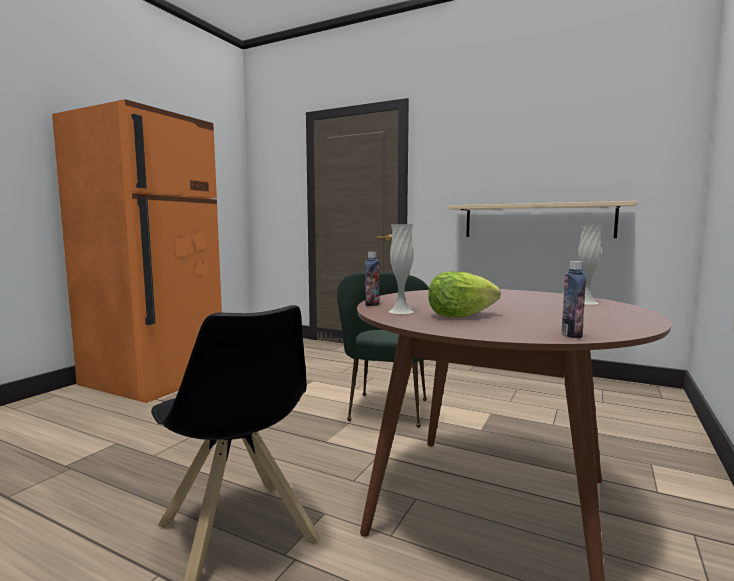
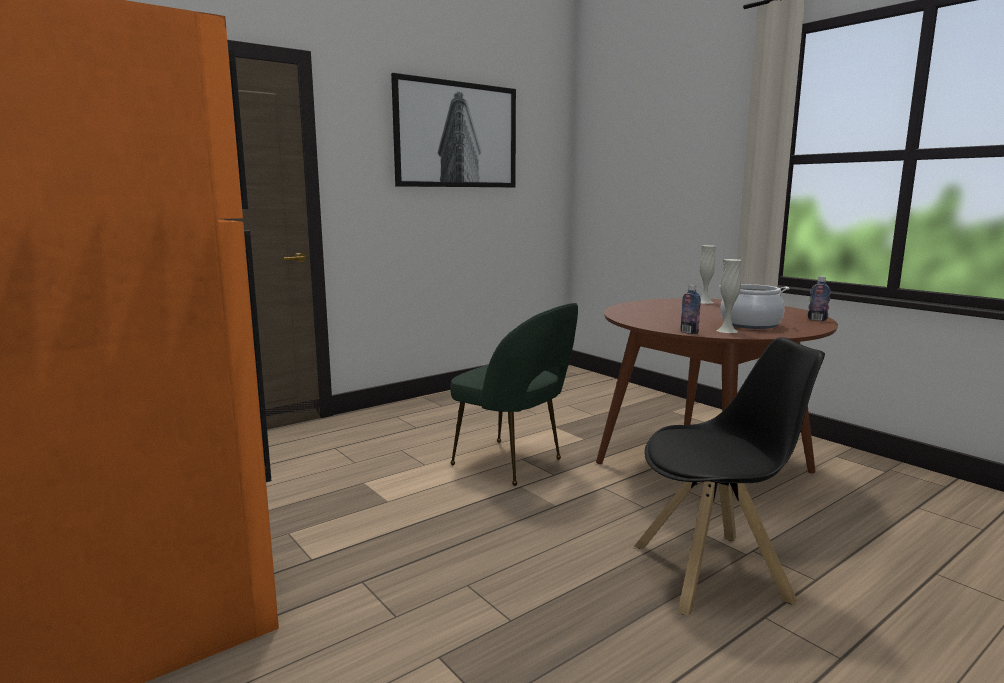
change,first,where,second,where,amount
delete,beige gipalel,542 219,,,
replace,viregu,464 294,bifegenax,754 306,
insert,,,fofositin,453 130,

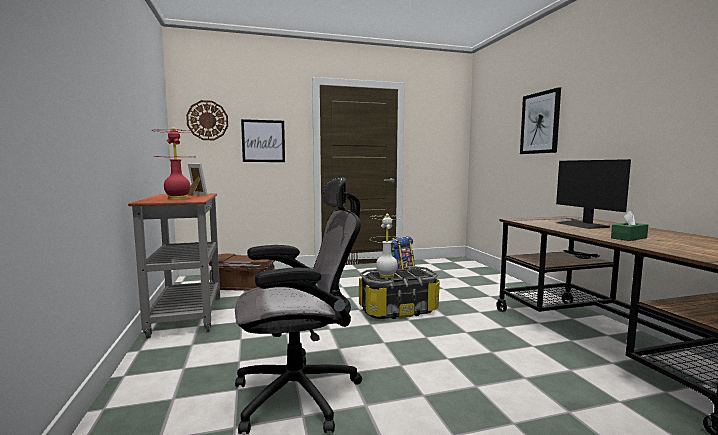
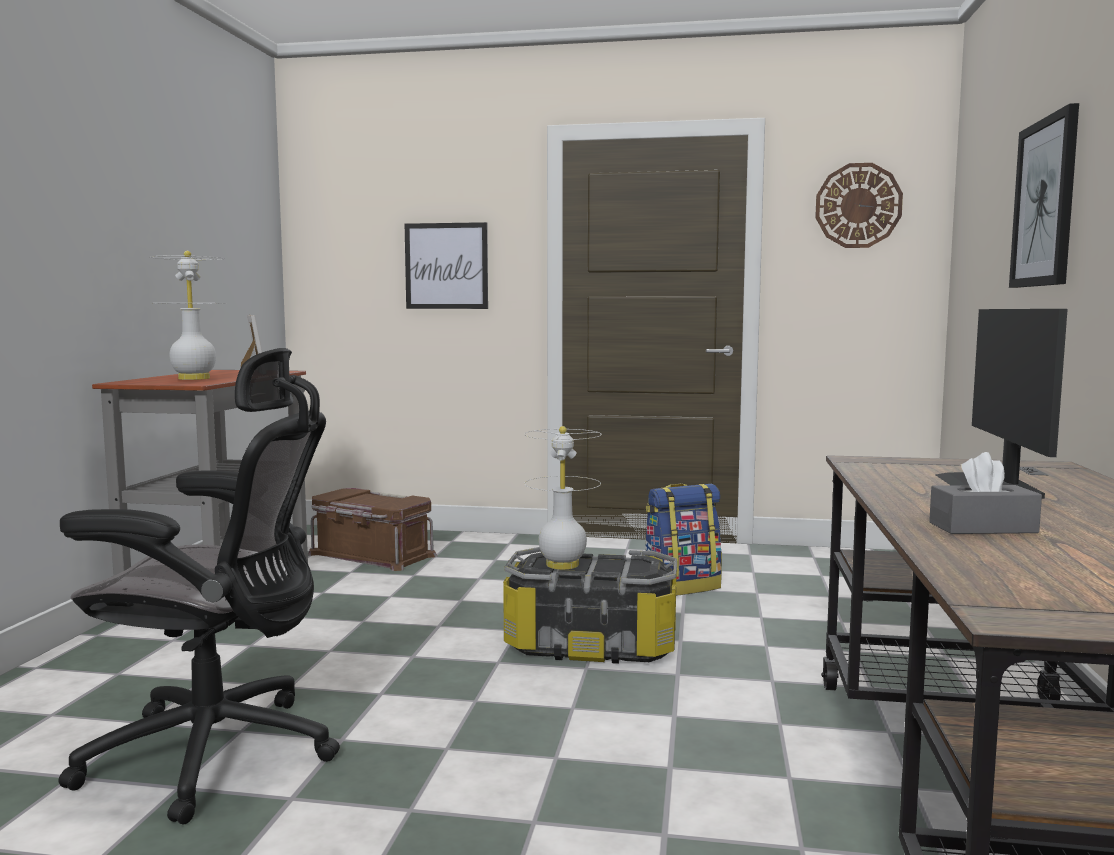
change,first,where,second,where,amount
move,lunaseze,207 120,,859 205,
recolor,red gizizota,173 163,white gizizota,188 315,
recolor,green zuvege,629 226,grey zuvege,985 493,

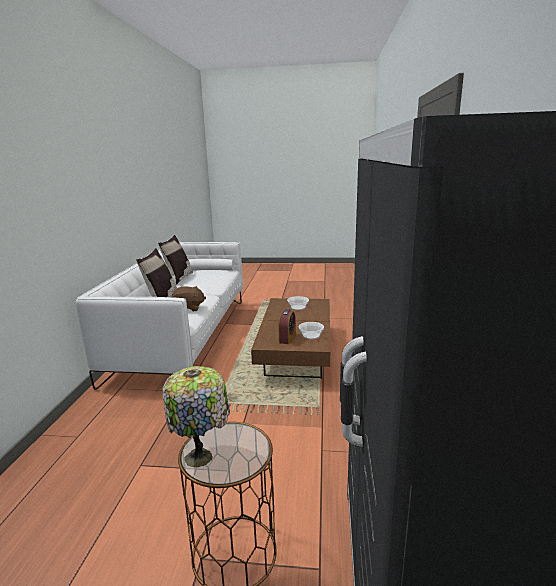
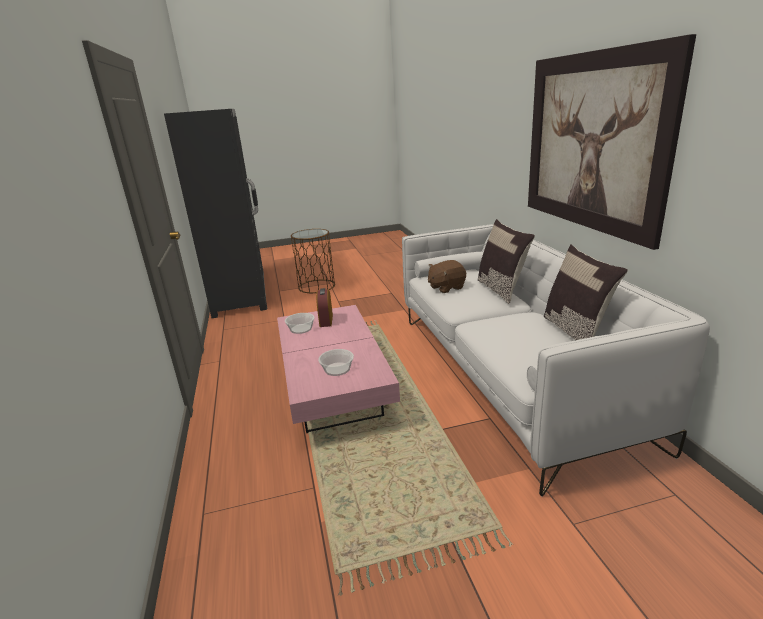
change,first,where,second,where,amount
recolor,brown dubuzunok,290 338,pink dubuzunok,338 369,
delete,gizizota,196 416,,,
insert,,,fofositin,612 142,

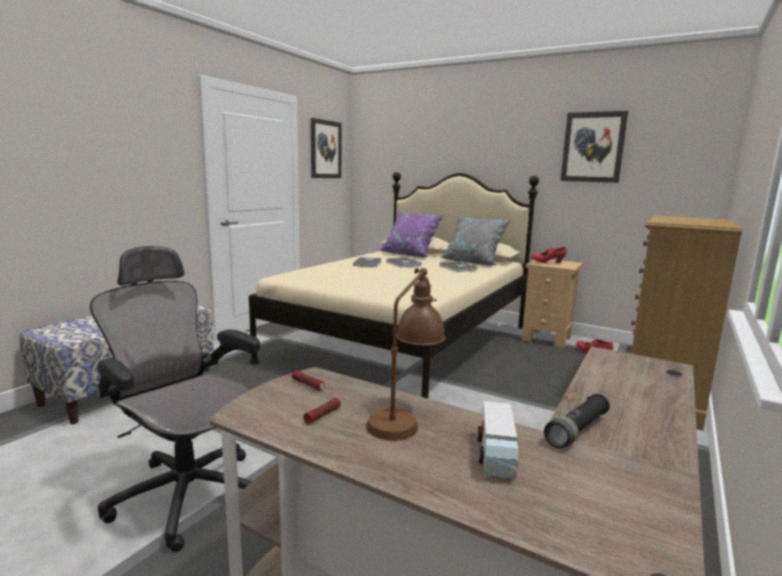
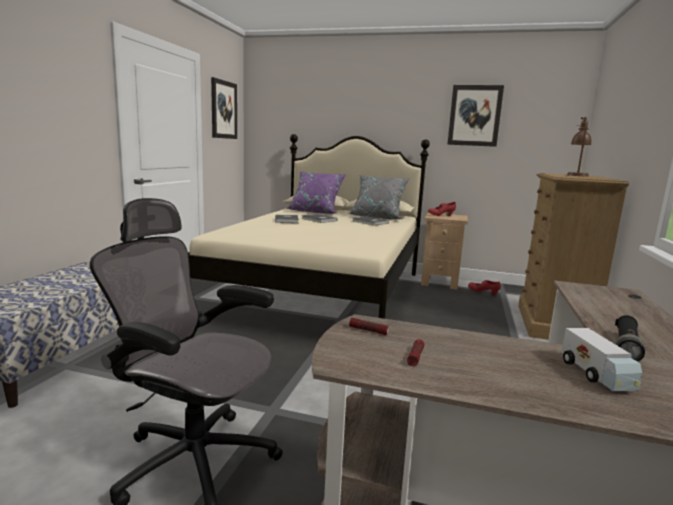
change,first,where,second,where,amount
move,brown gizizota,406 354,,579 147,

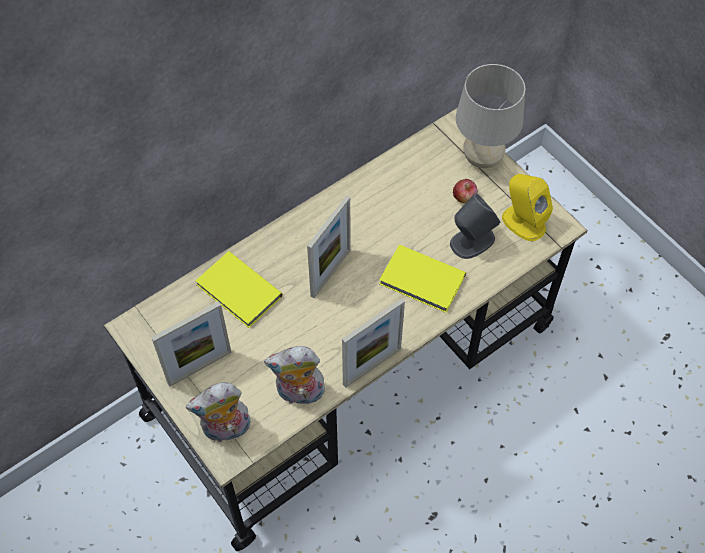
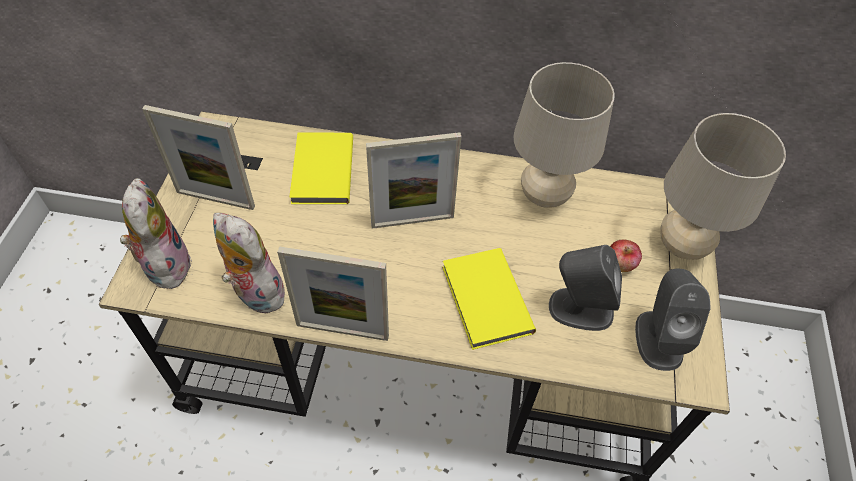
change,first,where,second,where,amount
recolor,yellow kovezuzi,527 207,grey kovezuzi,673 320,
rotate,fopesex,218 412,,155 233,45 degrees clockwise
insert,,,beige gizizota,564 135,

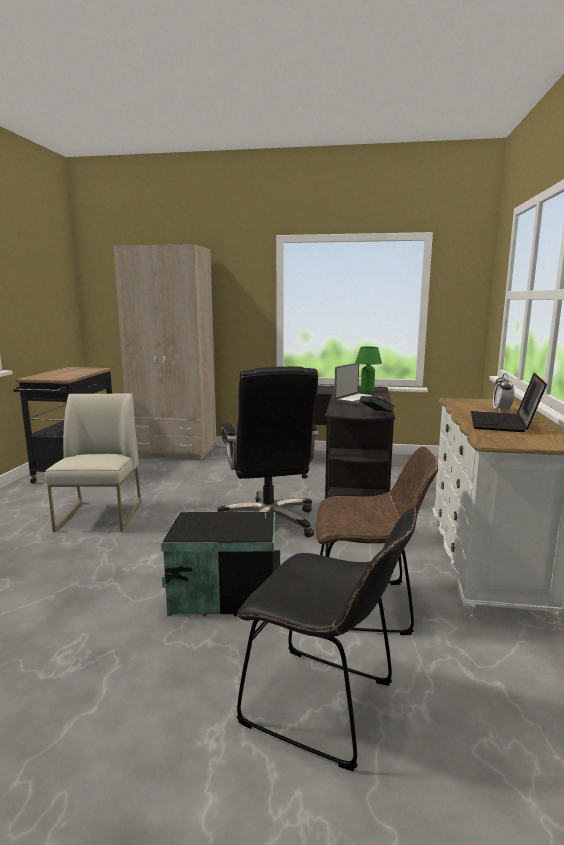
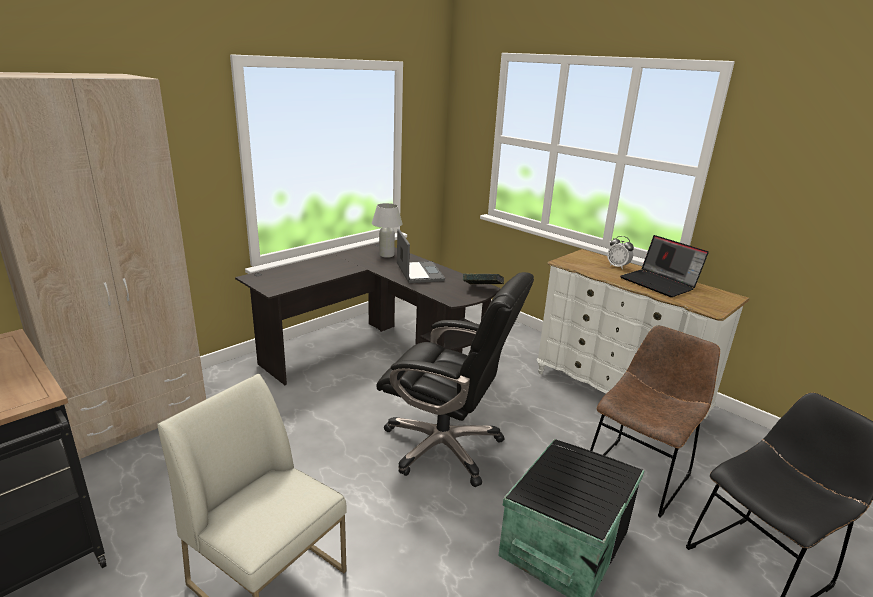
change,first,where,second,where,amount
recolor,green gizizota,368 370,white gizizota,387 230,

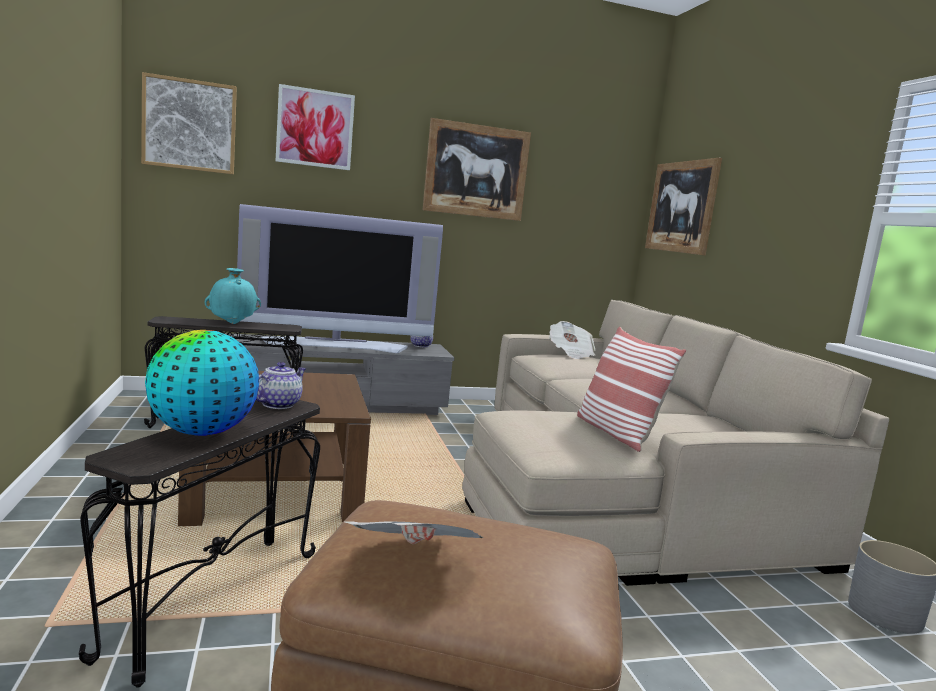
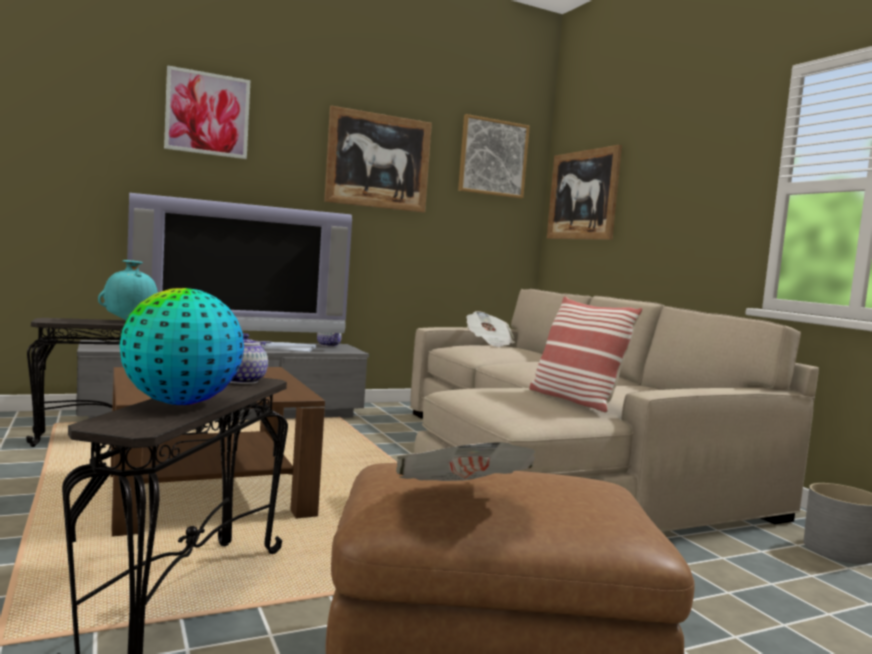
change,first,where,second,where,amount
move,fofositin,189 123,,494 156,

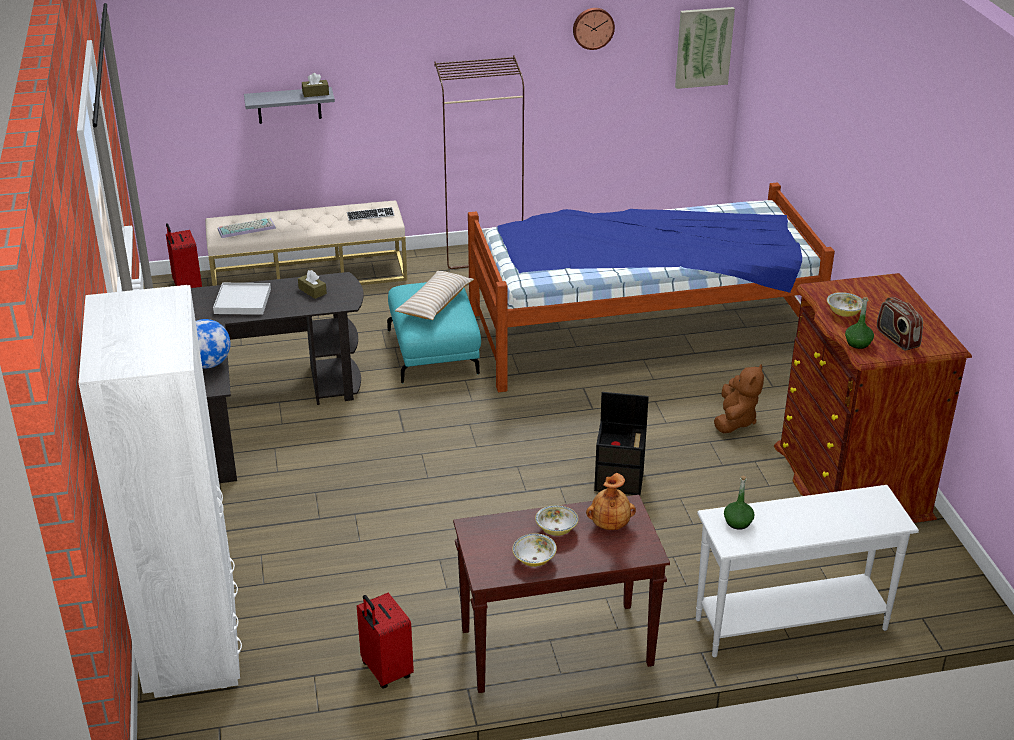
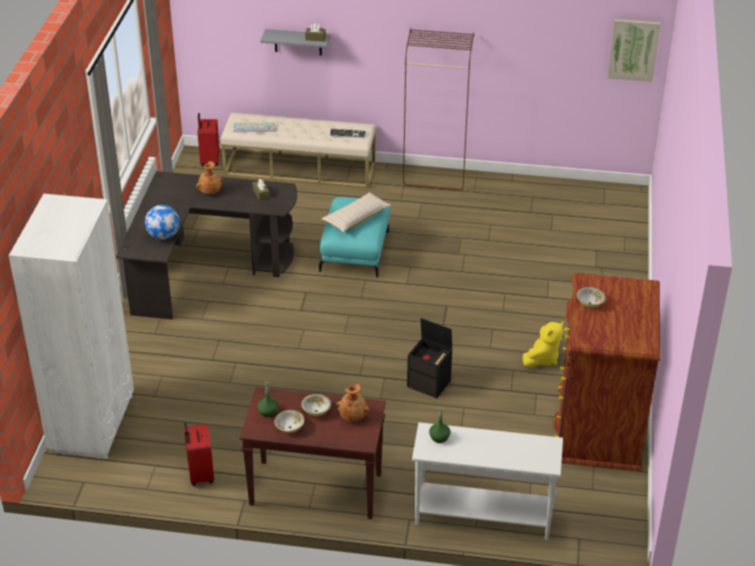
change,first,where,second,where,amount
delete,lunaseze,594 29,,,
delete,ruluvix,651 287,,,
replace,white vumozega,242 299,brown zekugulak,210 177,
move,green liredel,859 323,,268 399,
delete,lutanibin,900 323,,,
recolor,brown fopesex,739 398,yellow fopesex,543 344,

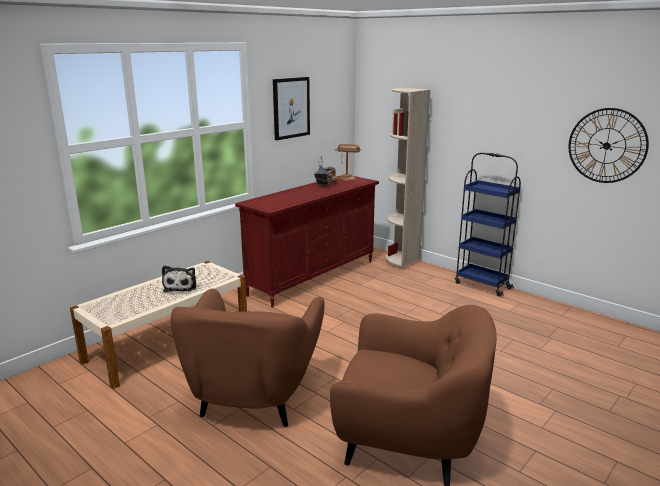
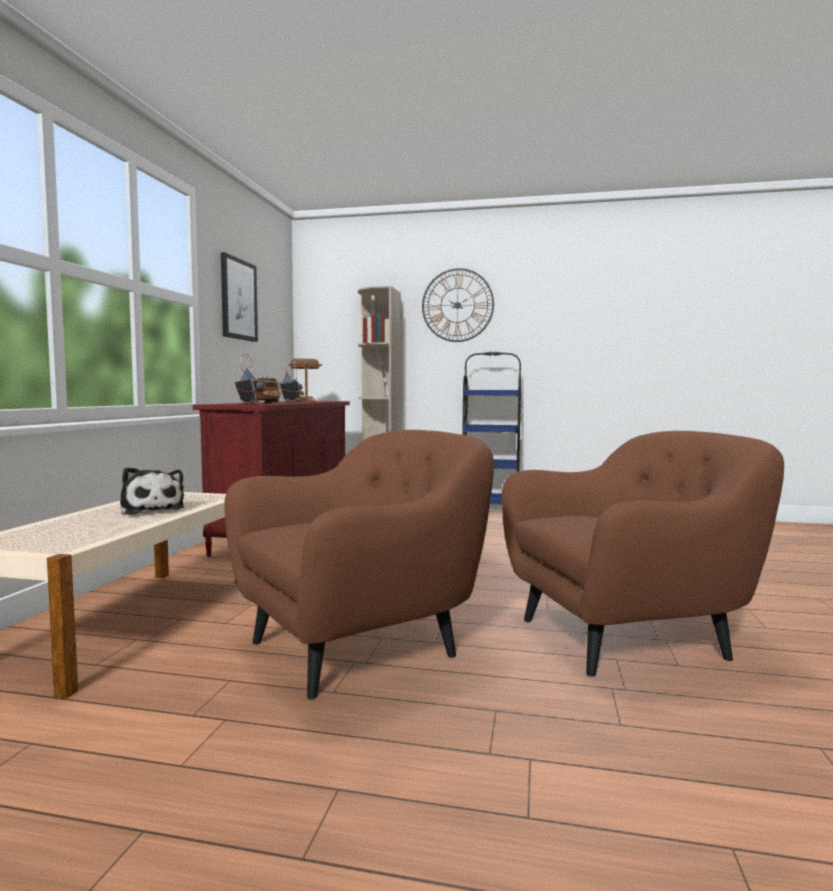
change,first,where,second,where,amount
move,lunaseze,609 145,,458 305,
rotate,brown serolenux,248 358,,359 564,105 degrees counterclockwise
insert,,,lutanibin,258 379,

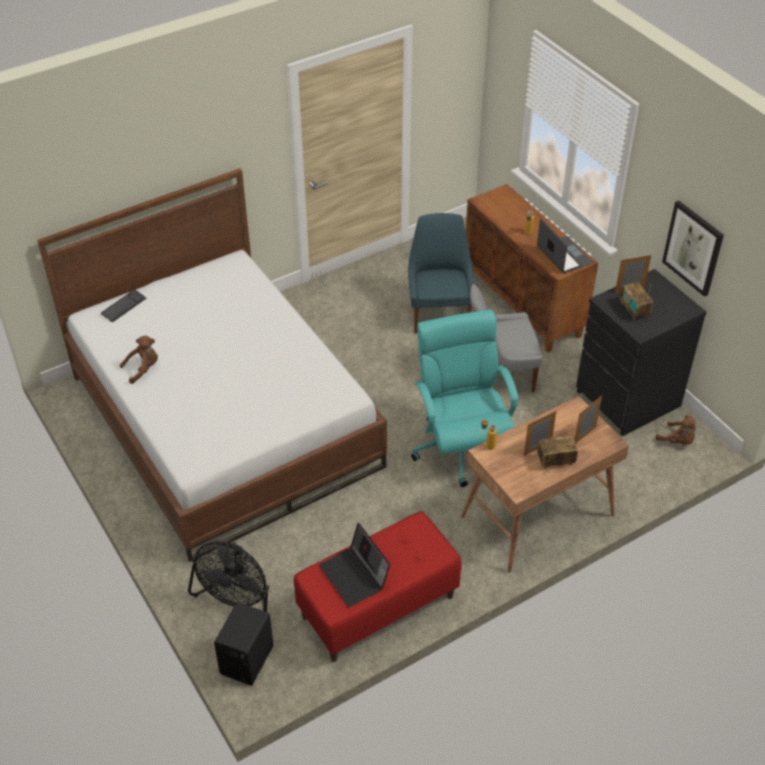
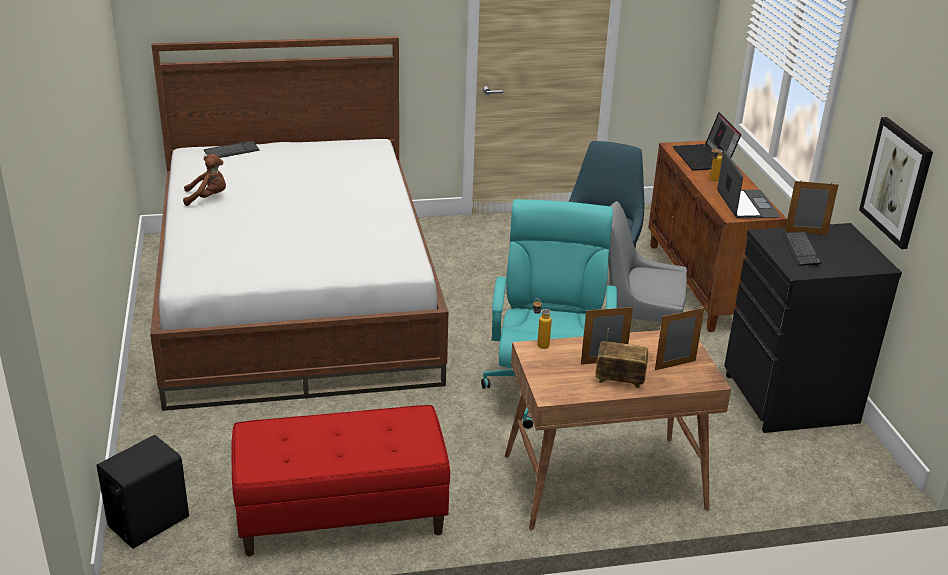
change,first,where,second,where,amount
replace,lutanibin,636 301,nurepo,802 248,
delete,brown fopesex,676 430,,,
move,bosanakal,354 565,,707 141,
delete,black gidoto,228 576,,,

